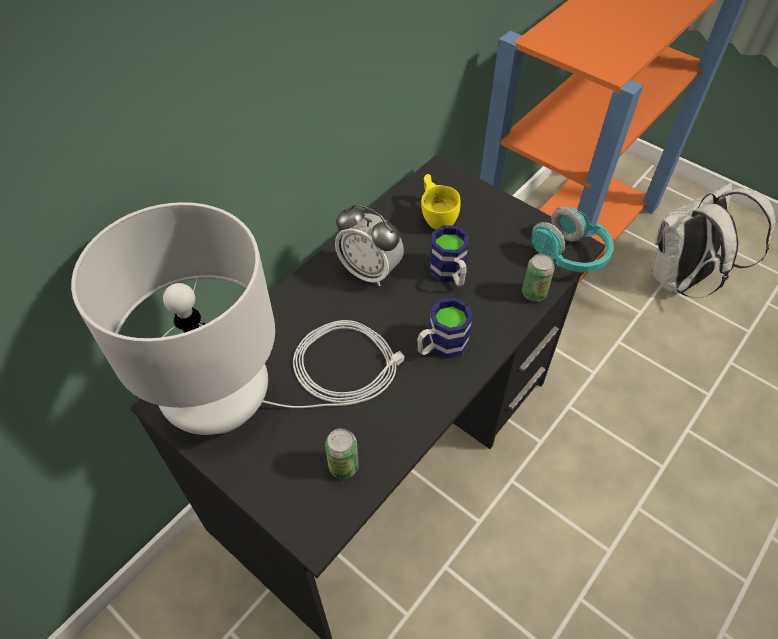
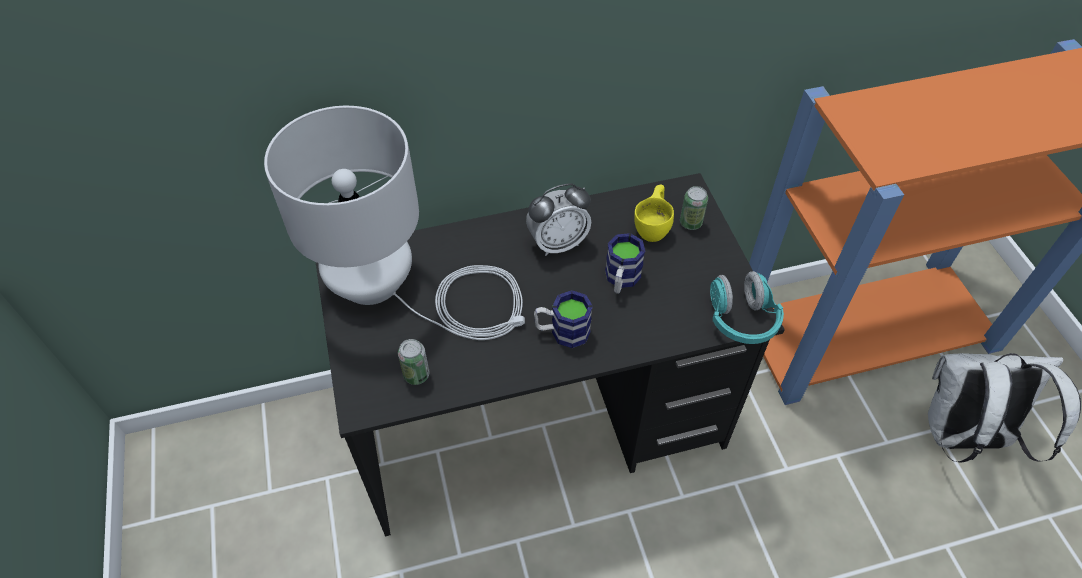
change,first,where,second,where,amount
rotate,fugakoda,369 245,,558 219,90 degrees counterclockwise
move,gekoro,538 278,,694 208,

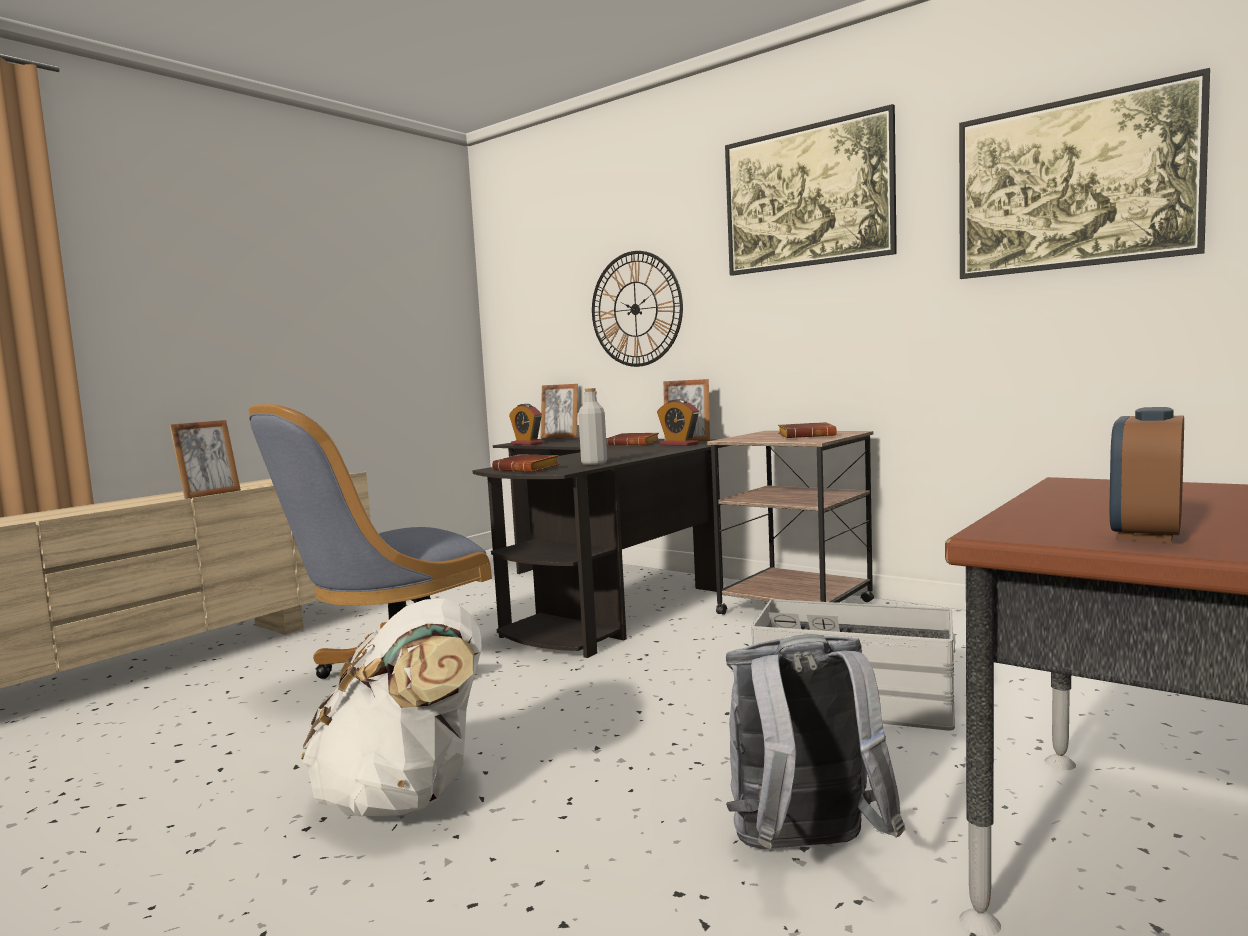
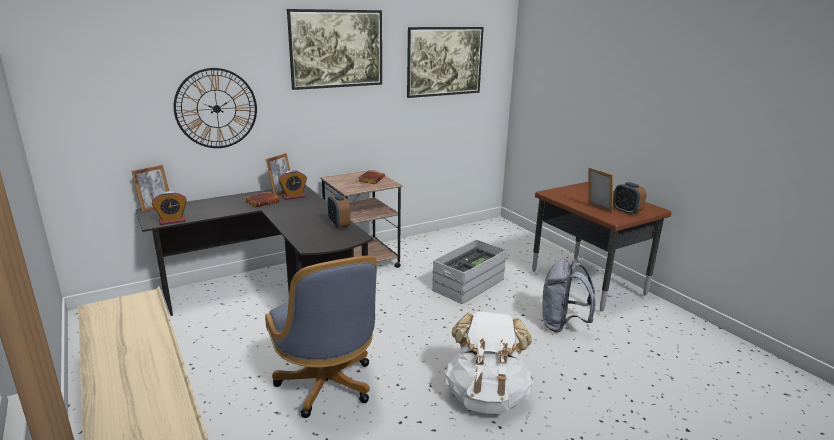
change,first,where,second,where,amount
replace,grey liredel,592 426,fugakoda,339 211,
move,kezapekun,205 459,,600 190,
delete,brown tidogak,525 463,,,

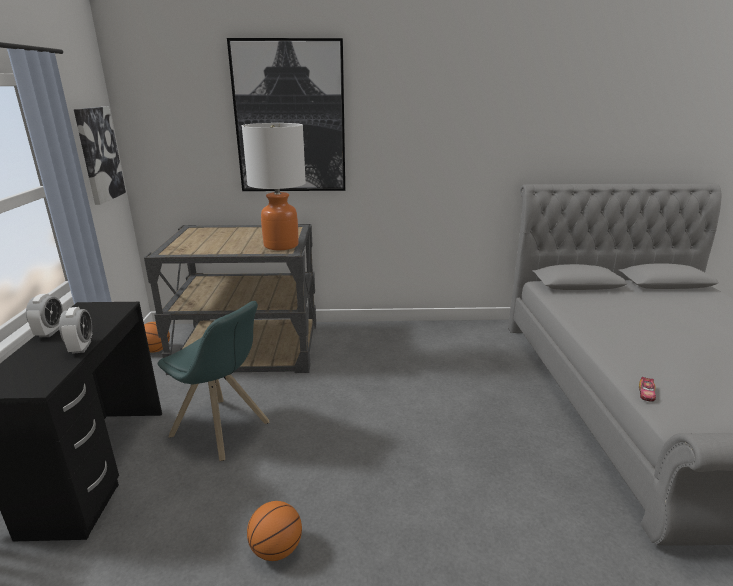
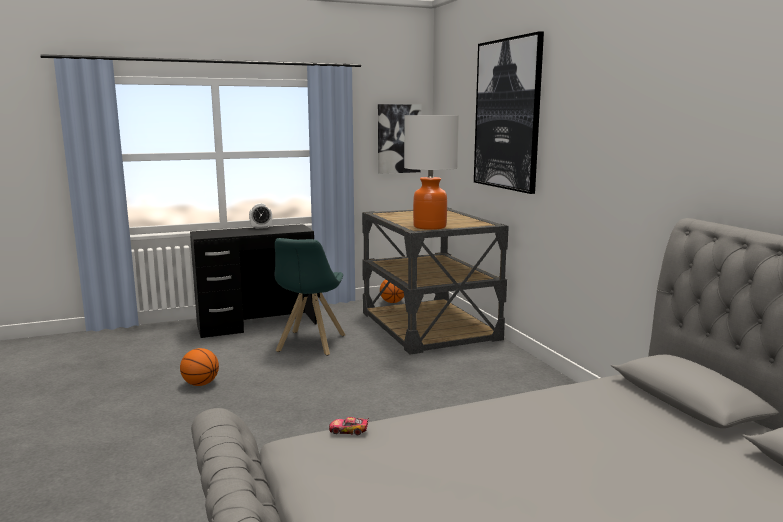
change,first,where,second,where,amount
delete,fugakoda,75 330,,,

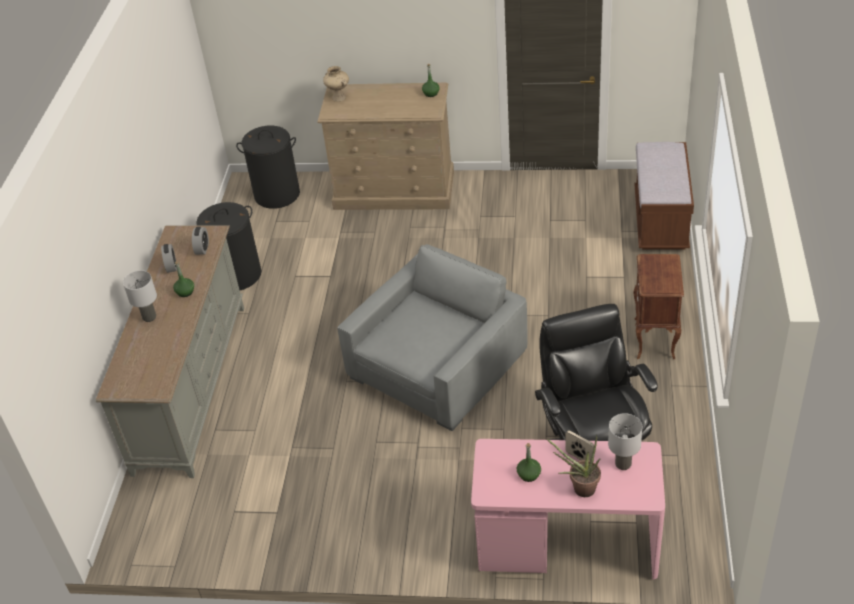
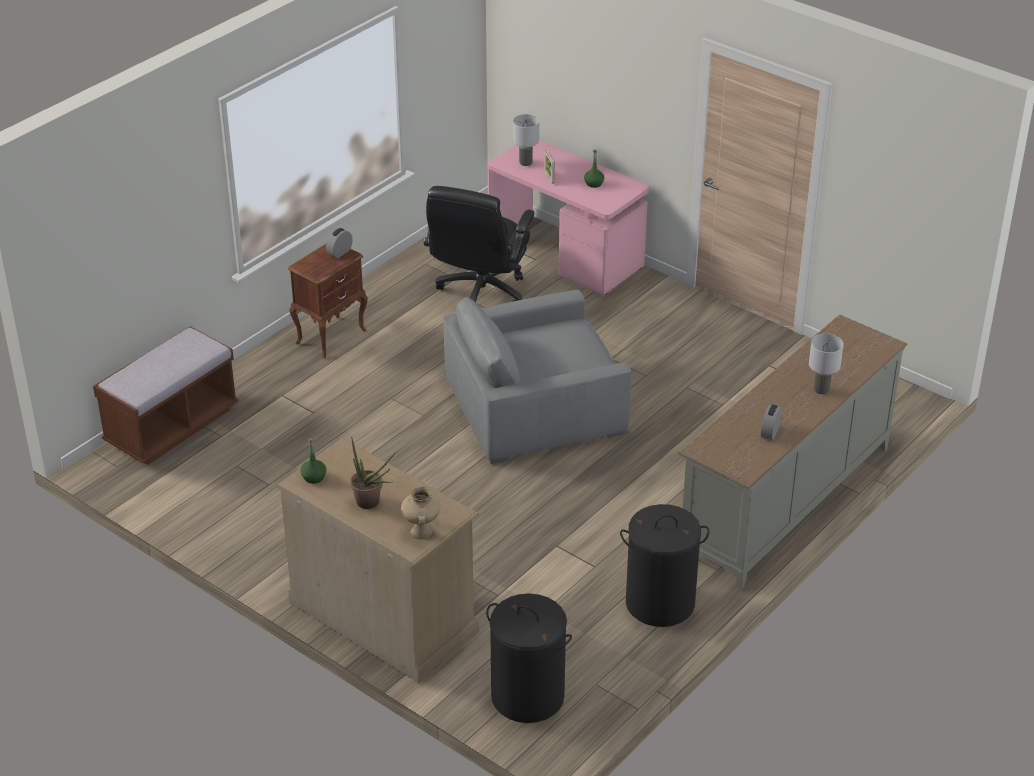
change,first,where,second,where,amount
move,fugakoda,200 241,,339 243,
delete,green liredel,183 279,,,
move,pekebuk,574 466,,373 473,

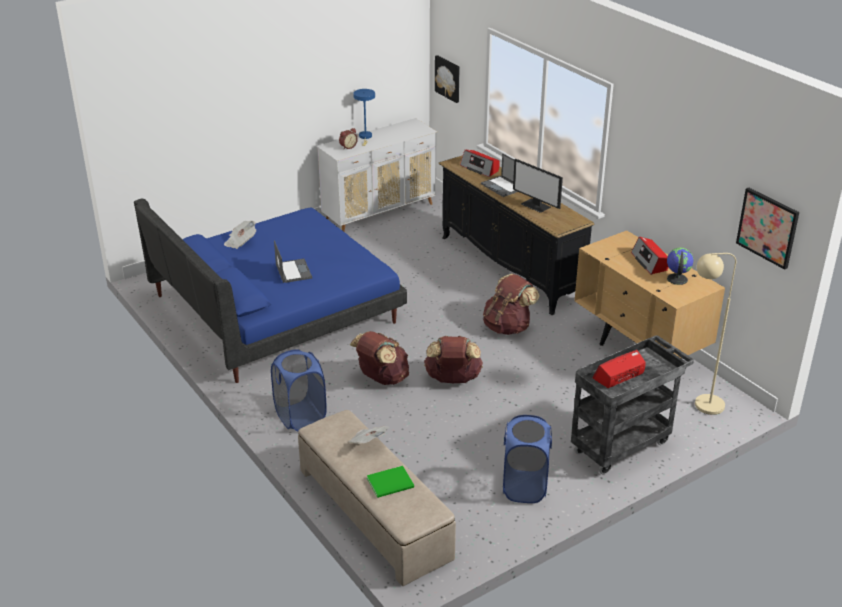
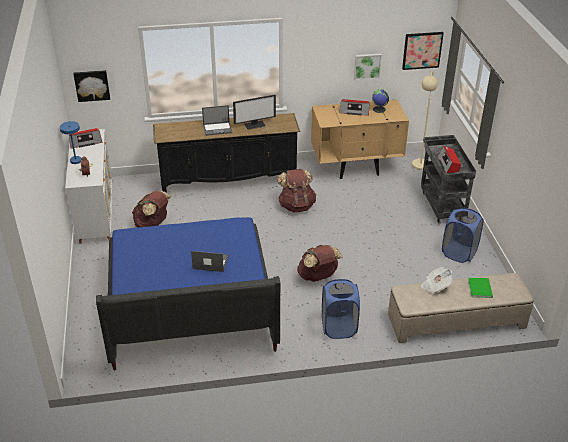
change,first,where,second,where,amount
move,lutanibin,480 163,,85 138,
delete,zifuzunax,240 235,,,
move,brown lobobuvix,453 359,,151 209,
insert,,,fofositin,368 66,

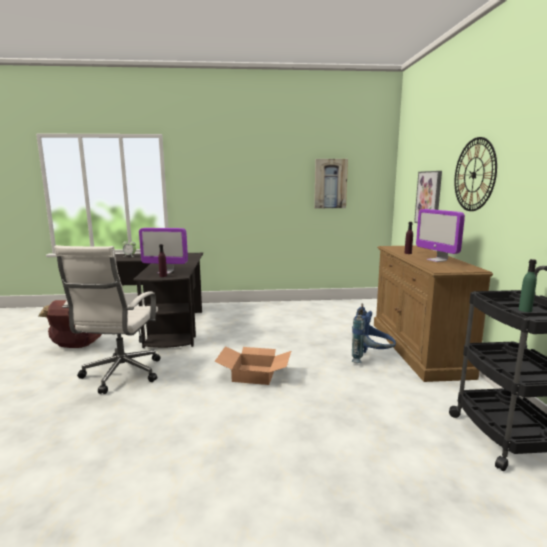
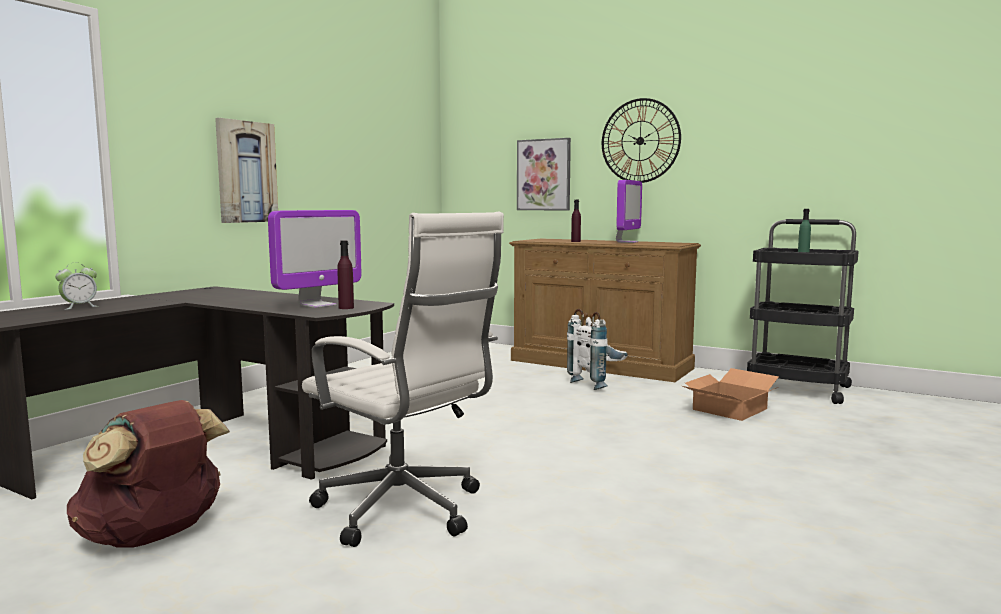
change,first,where,second,where,amount
move,fofositin,331 183,,246 170,
rotate,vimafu,440 235,,629 211,75 degrees counterclockwise
recolor,blue lobobuvix,373 333,white lobobuvix,597 349,
move,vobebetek,252 365,,731 394,

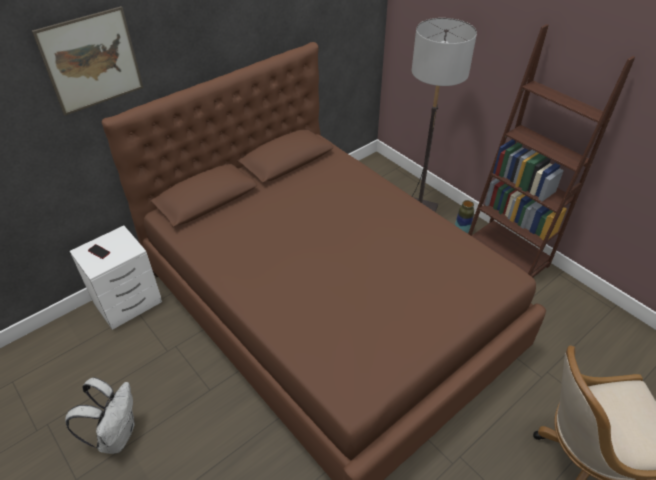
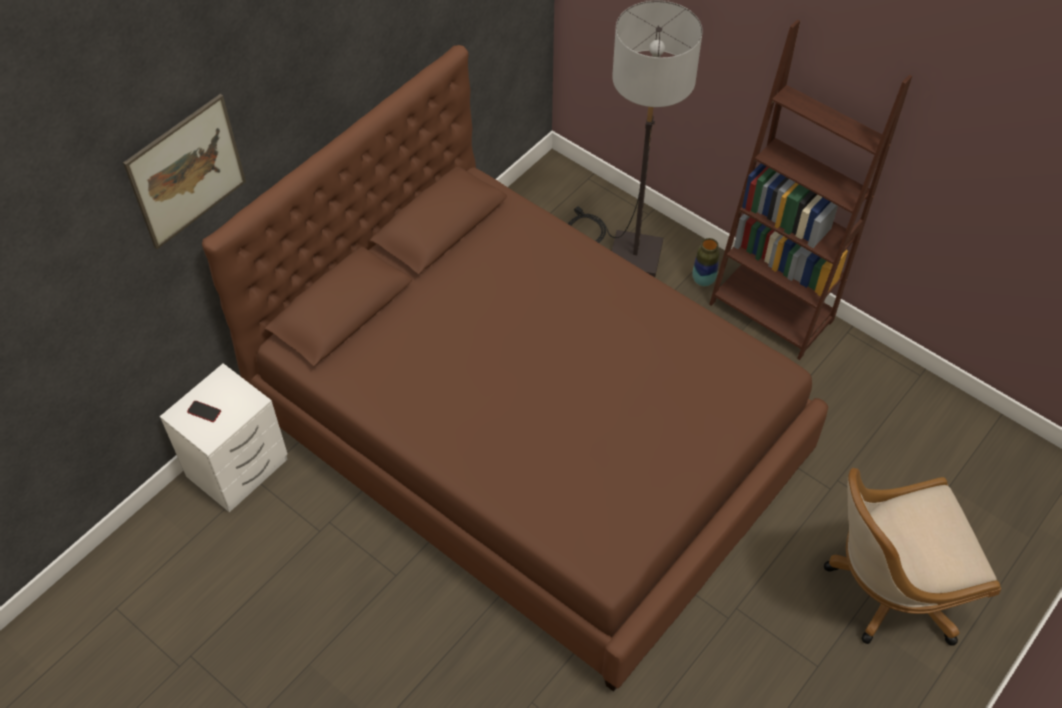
change,first,where,second,where,amount
delete,white lobobuvix,100 415,,,

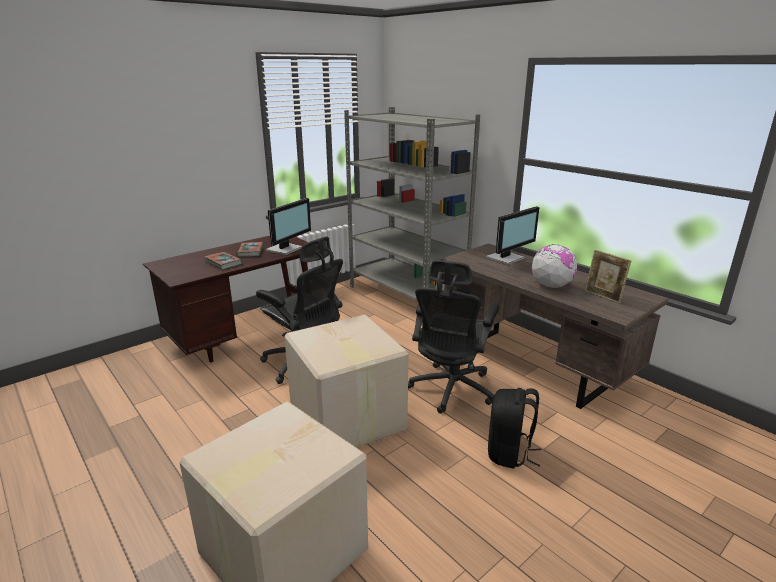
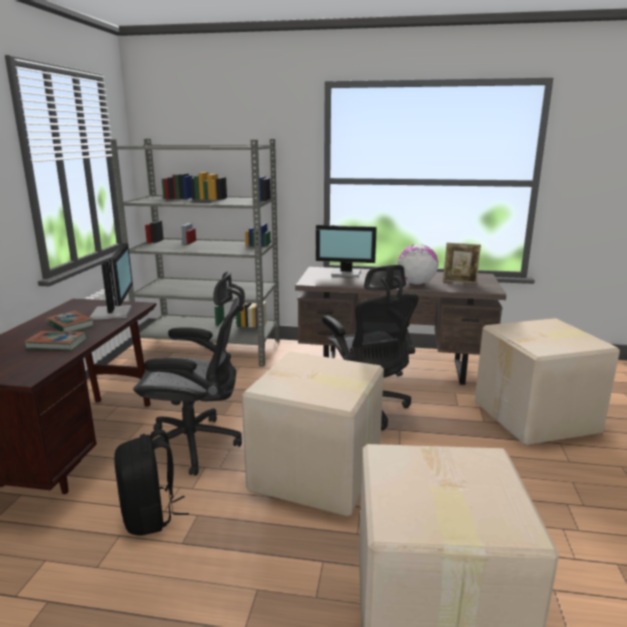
change,first,where,second,where,amount
rotate,vimafu,513 235,,346 251,90 degrees clockwise
move,black lobobuvix,514 428,,151 482,
insert,,,vobebetek,547 382,

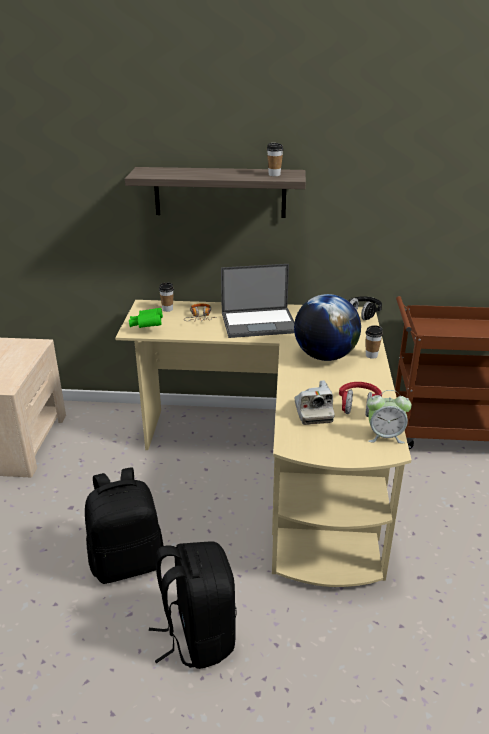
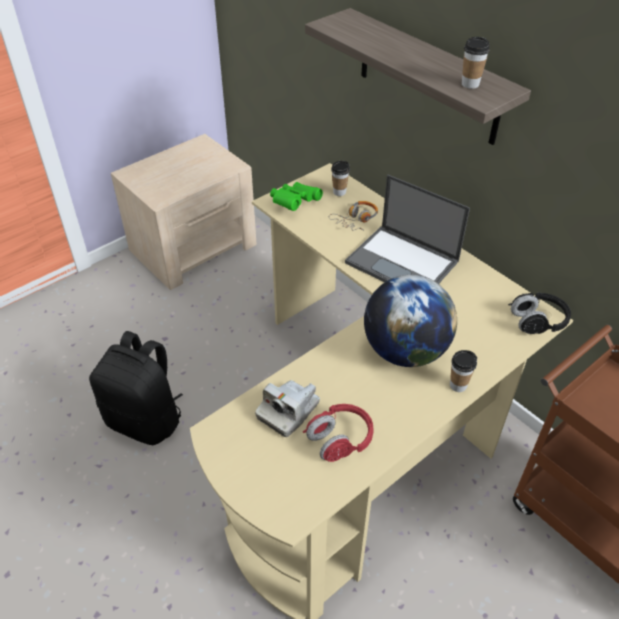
change,first,where,second,where,amount
delete,fugakoda,389 416,,,
delete,black lobobuvix,193 605,,,

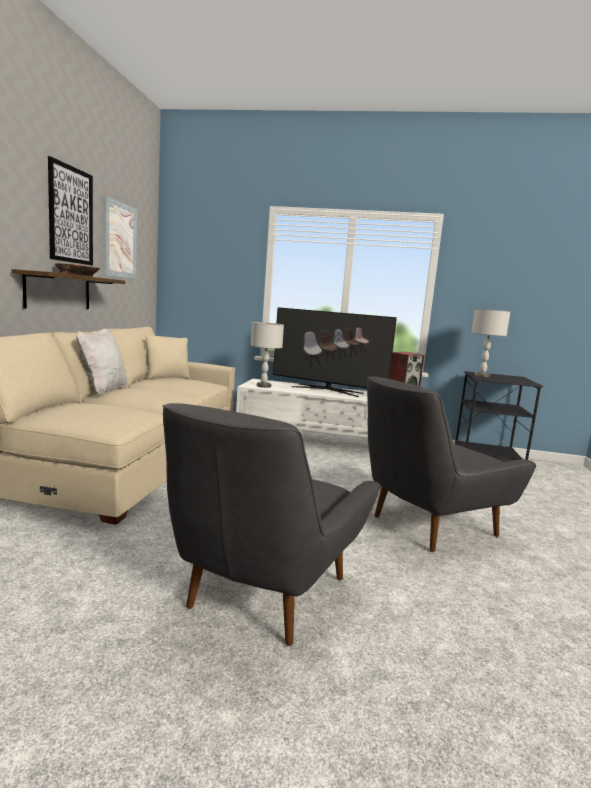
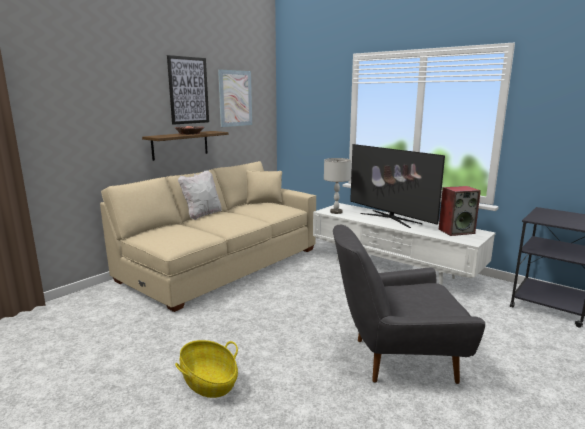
change,first,where,second,where,amount
delete,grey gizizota,490 343,,,
replace,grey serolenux,272 524,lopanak,206 369,

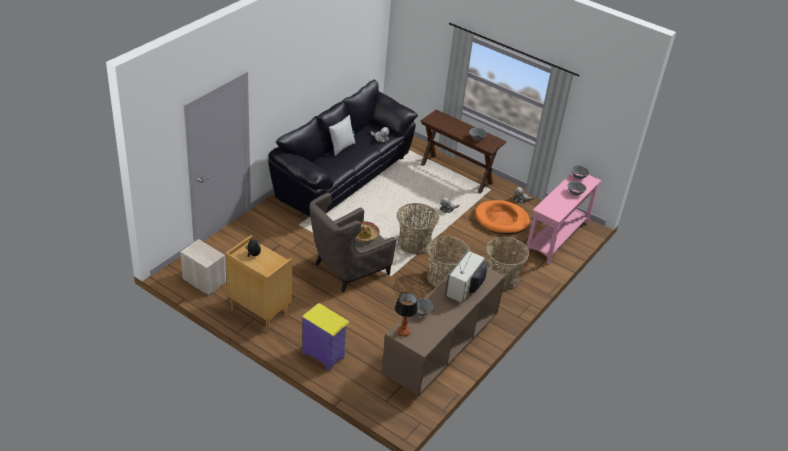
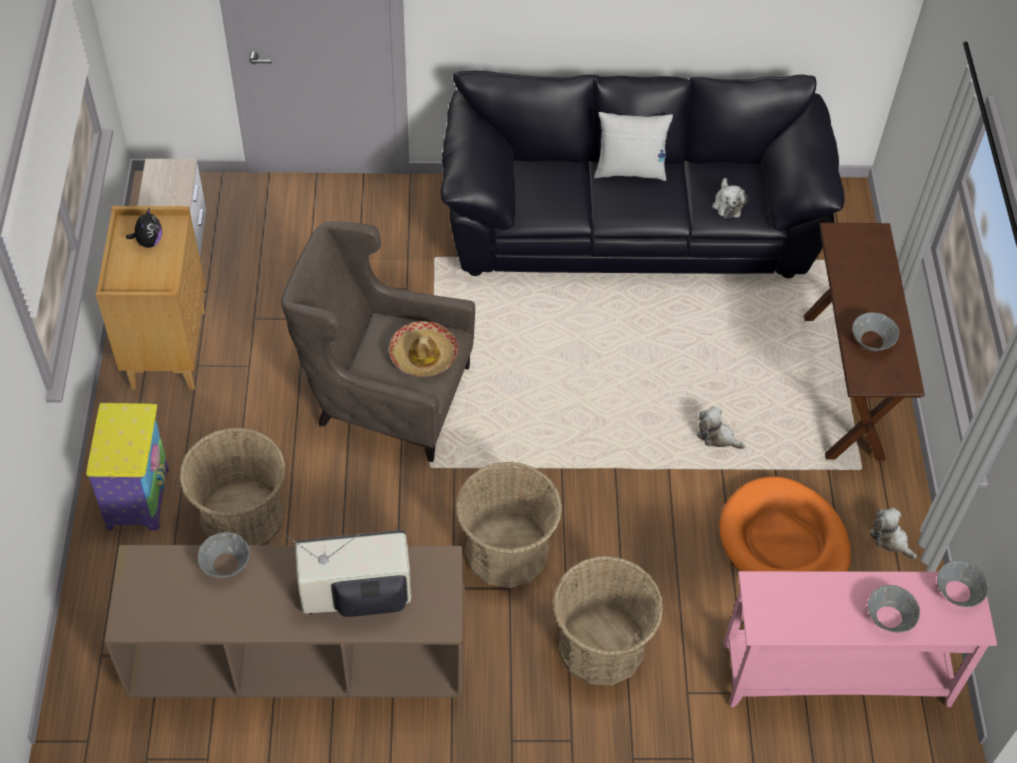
change,first,where,second,where,amount
move,lopanak,418 229,,232 486,
delete,gizizota,406 314,,,

